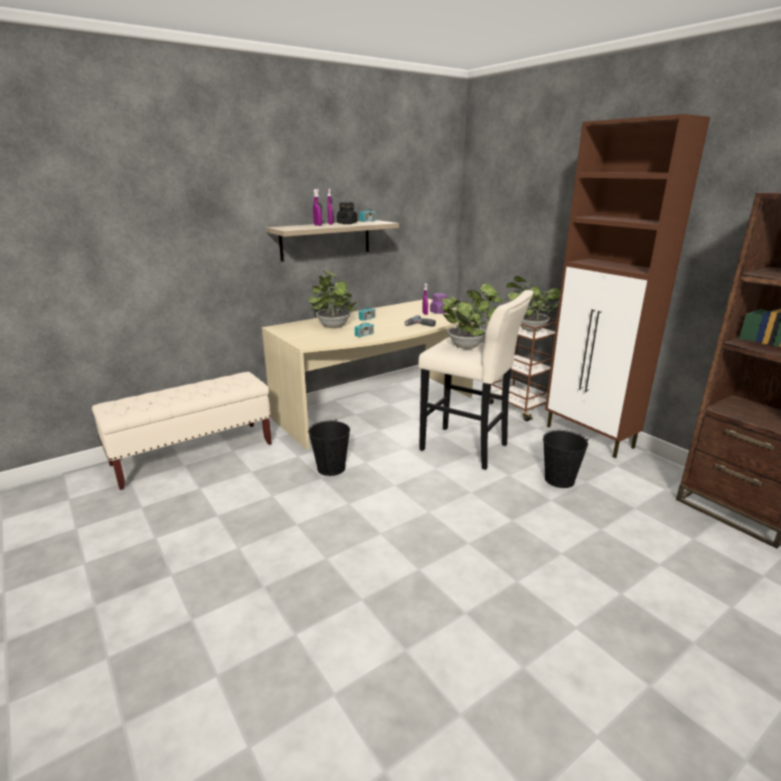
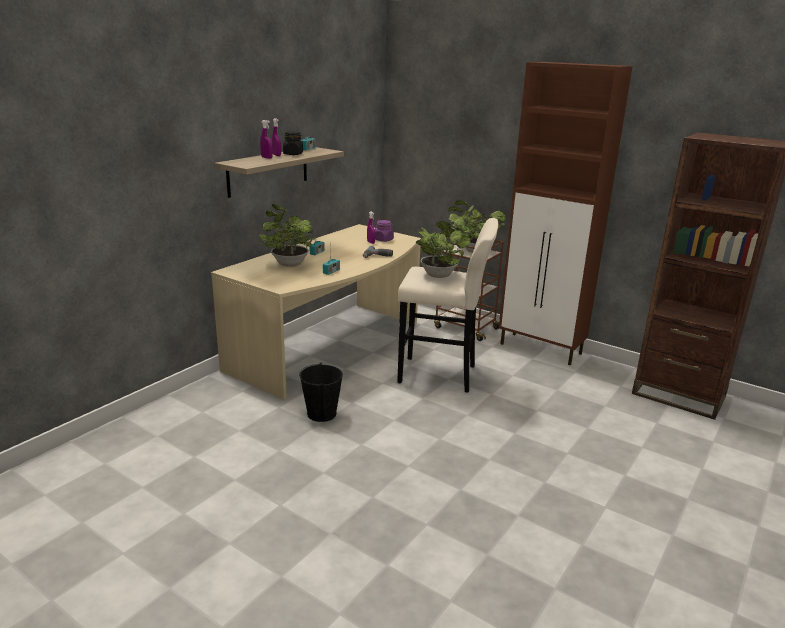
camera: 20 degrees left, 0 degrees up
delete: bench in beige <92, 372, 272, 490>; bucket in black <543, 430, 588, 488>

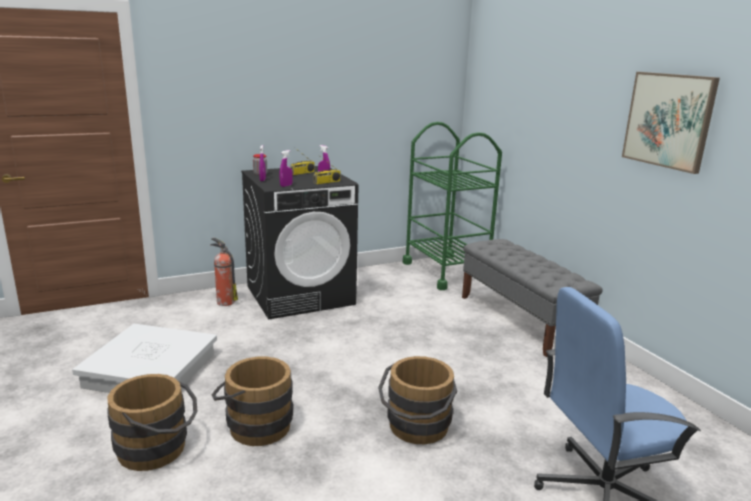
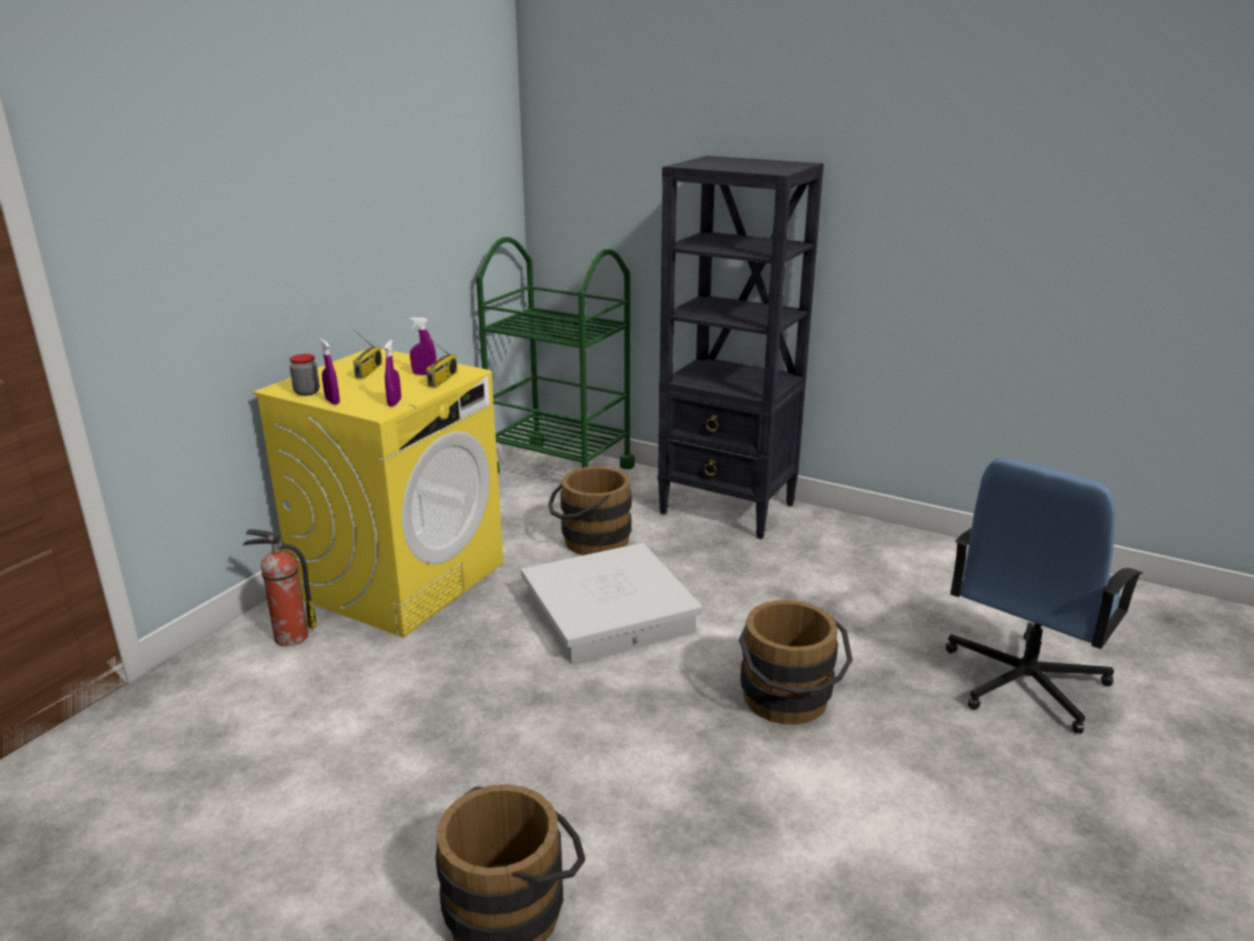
camera: 35 degrees left, 5 degrees up
delete: picture <622, 72, 720, 174>
move: storage box in white <72, 324, 217, 393> to <521, 543, 702, 664>; bucket in brown <212, 357, 293, 446> to <548, 466, 632, 555>
replace: bench in grey <462, 239, 603, 357> to bookcase in black <658, 156, 824, 539>
recolor: washing machine in black <241, 166, 359, 319> to washing machine in yellow <253, 348, 503, 637>

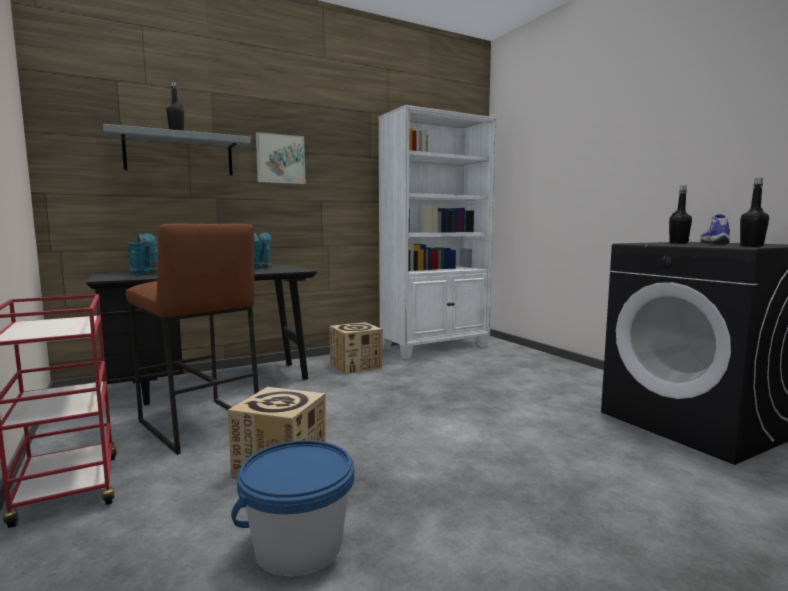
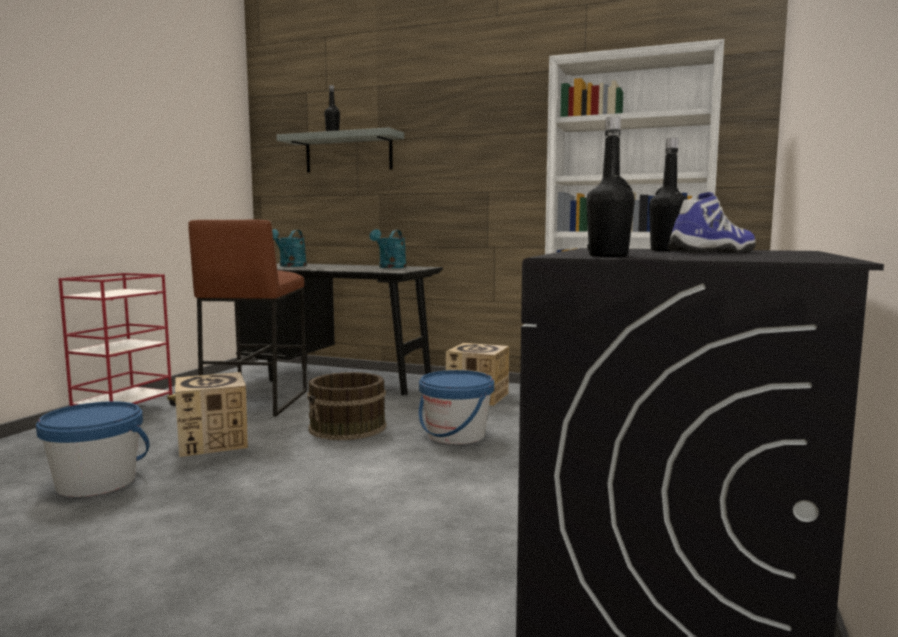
camera: 50 degrees right, 0 degrees up
delete: picture <256, 132, 305, 184>
insert: bucket in brown <307, 372, 386, 440>; bucket in blue <419, 370, 494, 444>

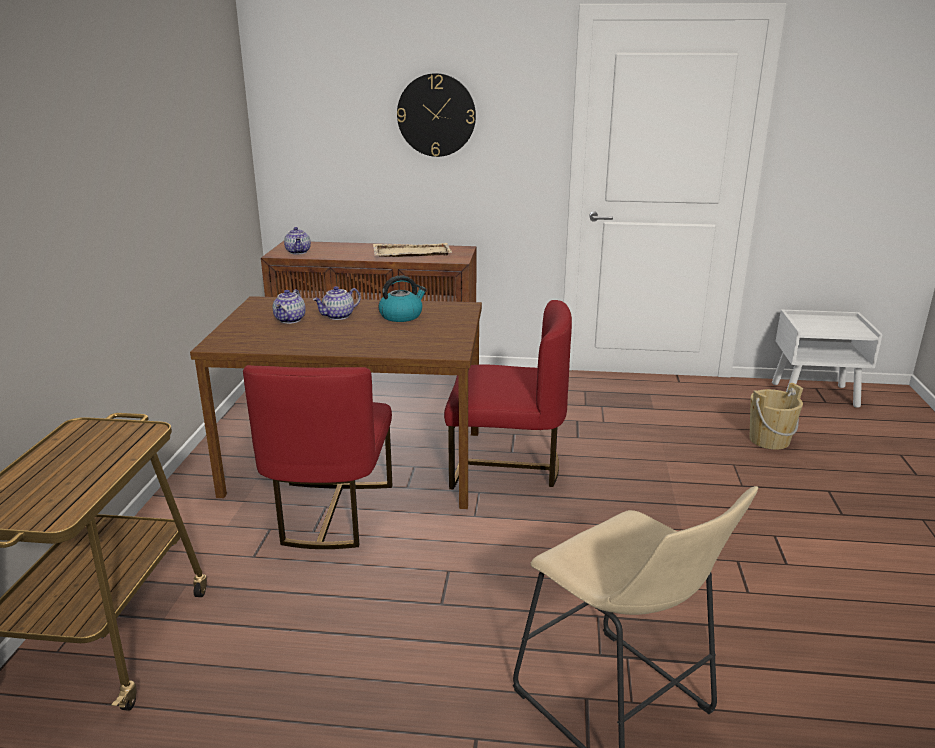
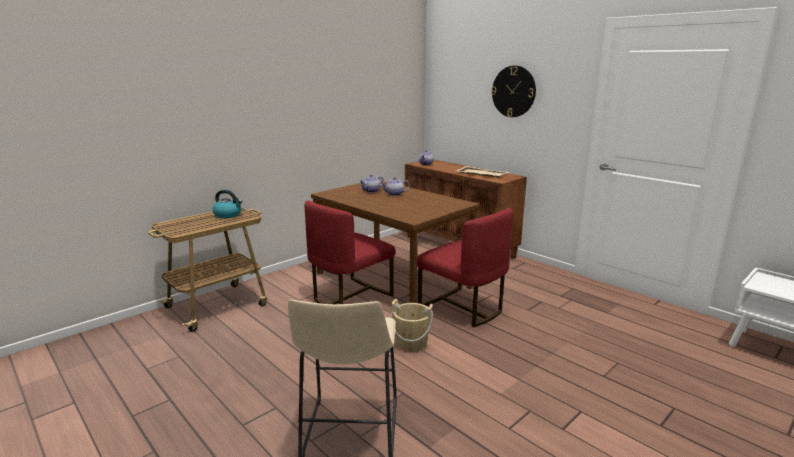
camera: 40 degrees right, 5 degrees down
move: kettle <378, 276, 427, 322> to <212, 190, 242, 218>; bucket in beige <749, 382, 803, 450> to <391, 299, 433, 352>

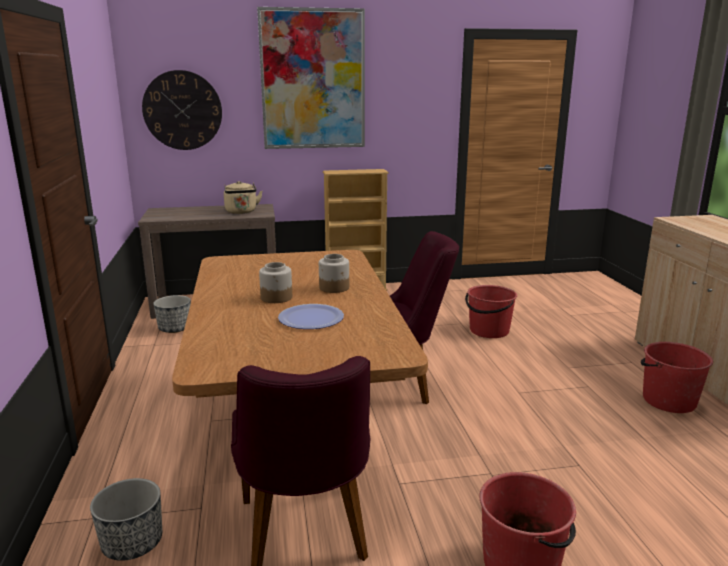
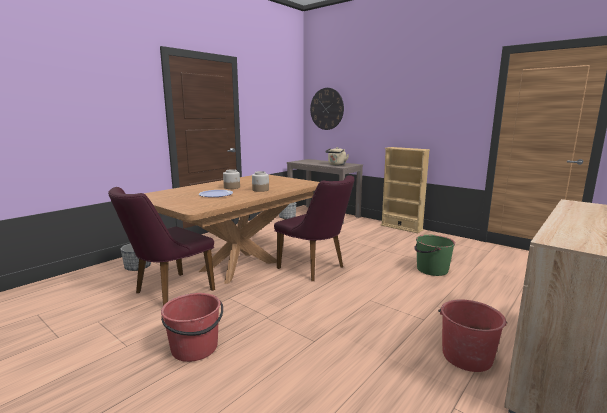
camera: 50 degrees right, 5 degrees down
delete: picture <257, 7, 365, 149>
recolor: bucket in red <465, 285, 517, 338> to bucket in green <414, 235, 455, 276>

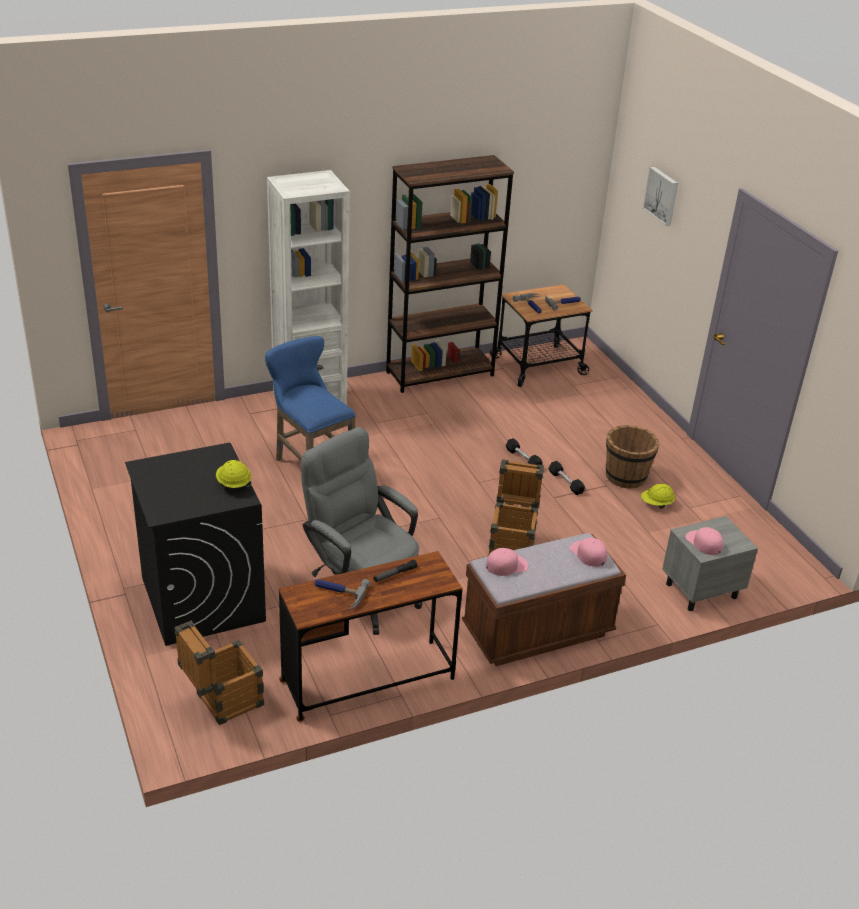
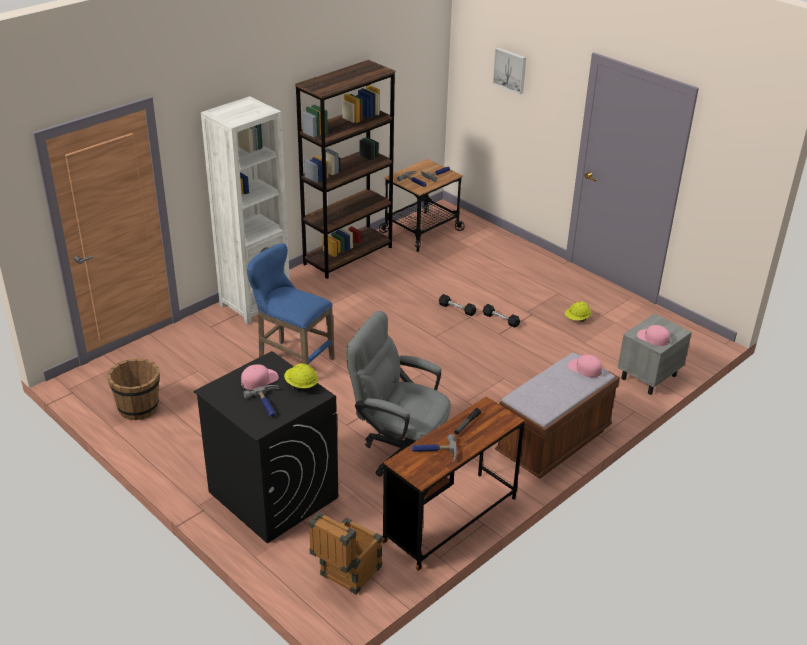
camera: 20 degrees left, 0 degrees up
delete: crate <488, 459, 544, 555>
insert: hammer <244, 385, 279, 417>
move: cap in pink <486, 548, 528, 576> to <241, 364, 279, 390>; bucket in brown <606, 425, 659, 489> to <108, 359, 160, 420>

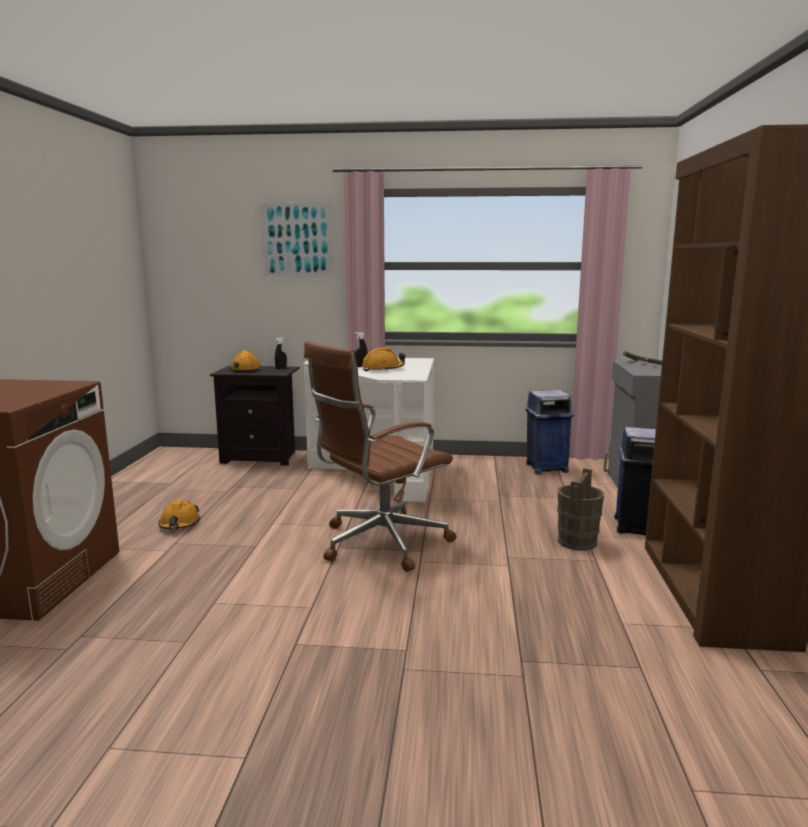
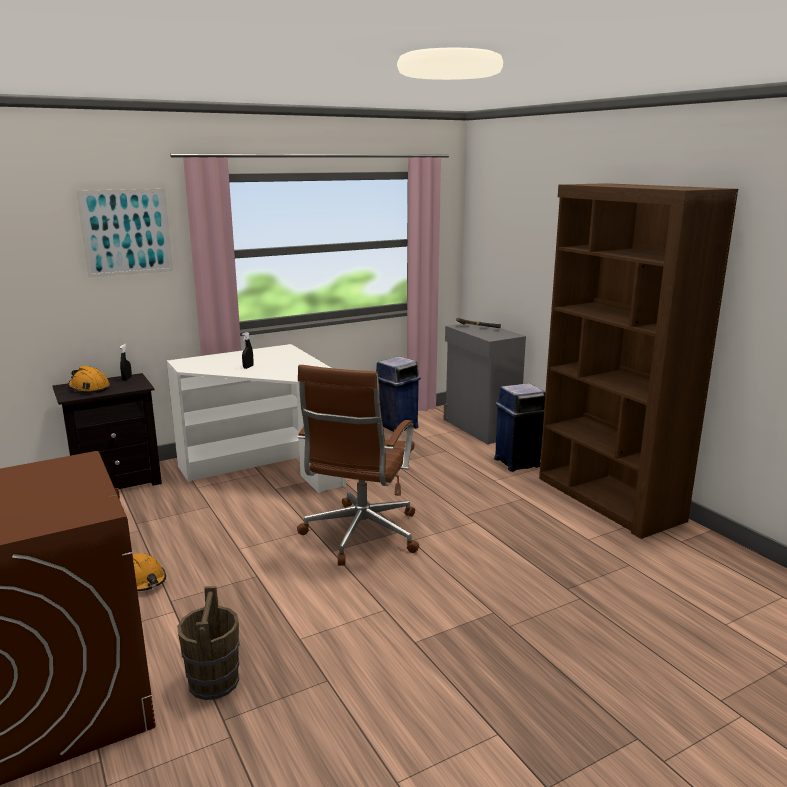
camera: 35 degrees left, 5 degrees up
delete: hard hat in orange <362, 348, 406, 371>
move: bucket in brown <557, 468, 604, 551> to <177, 586, 240, 700>

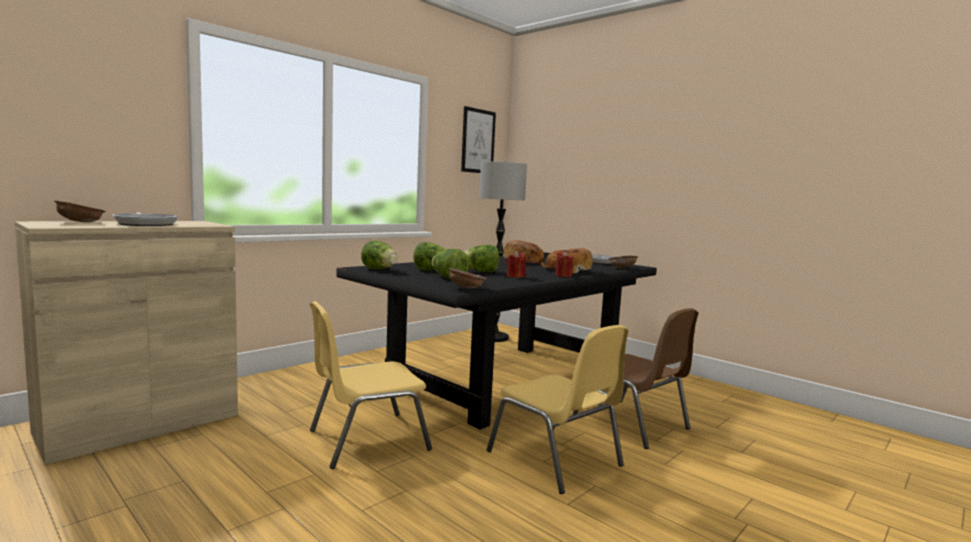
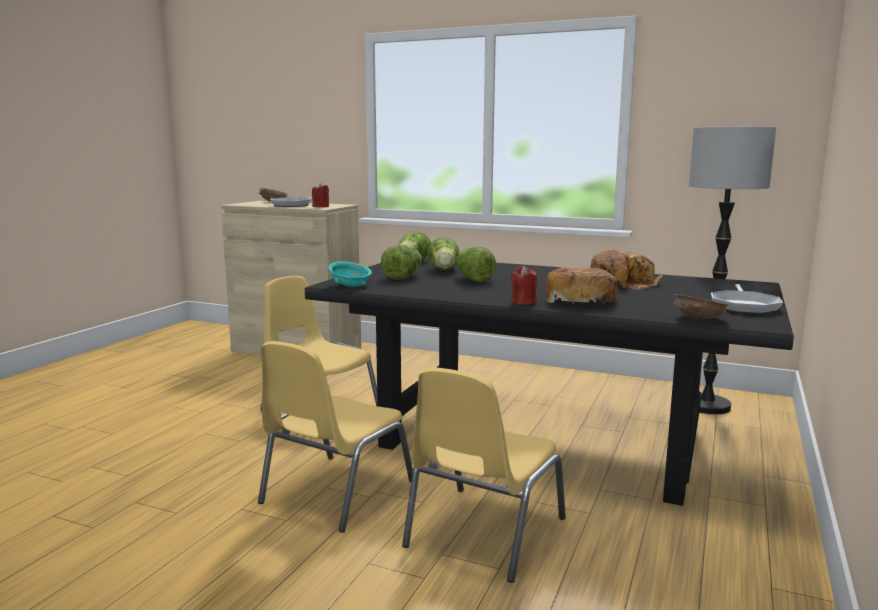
camera: 70 degrees right, 5 degrees up
delete: picture <461, 106, 496, 173>
move: candle in red <506, 251, 526, 278> to <312, 183, 329, 207>
recolor: bowl in brown <448, 268, 487, 289> to bowl in turquoise <328, 261, 372, 287>; chair in brown <573, 308, 699, 449> to chair in yellow <402, 368, 566, 583>

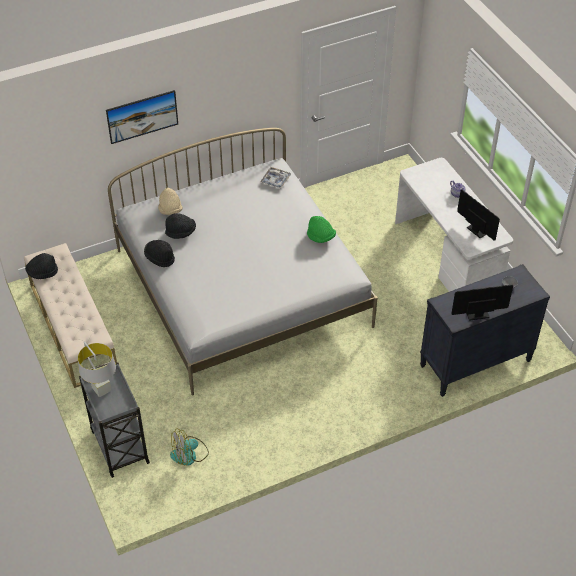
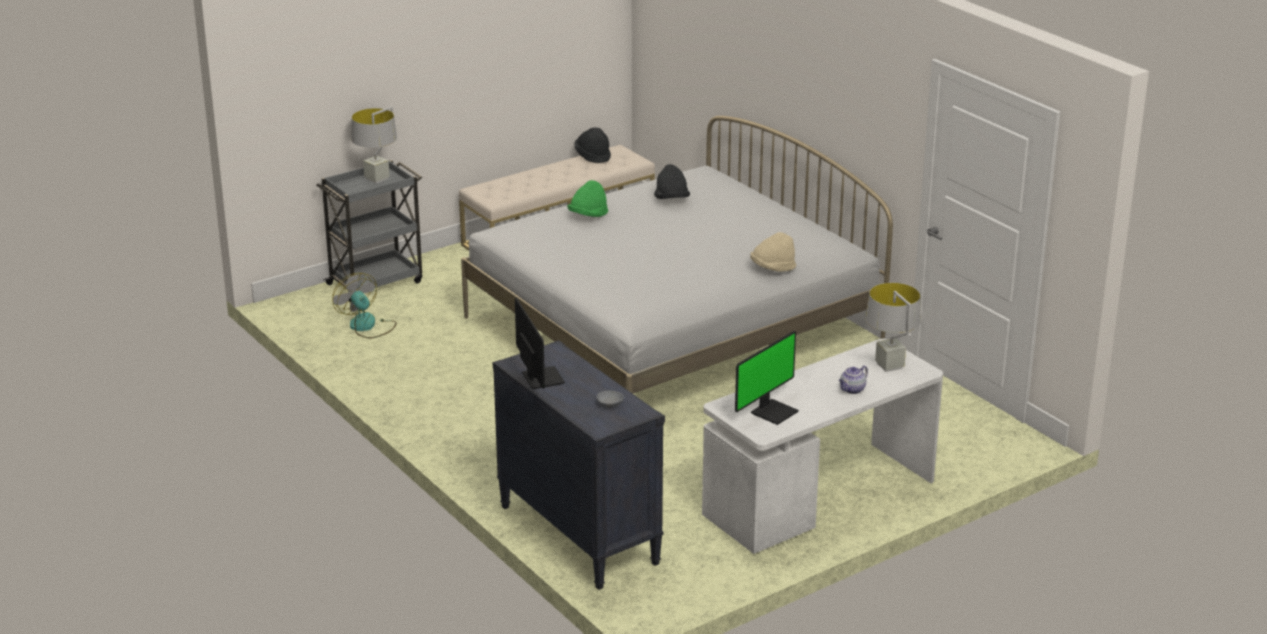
camera: 80 degrees right, 20 degrees down
delete: picture <106, 90, 178, 144>; hat in black <144, 240, 175, 267>; tray <260, 167, 291, 188>
insert: table lamp in grey <866, 283, 920, 372>
move: hat in beige <158, 188, 183, 215> to <750, 232, 796, 272>; hat in green <307, 216, 336, 243> to <567, 180, 608, 217>

